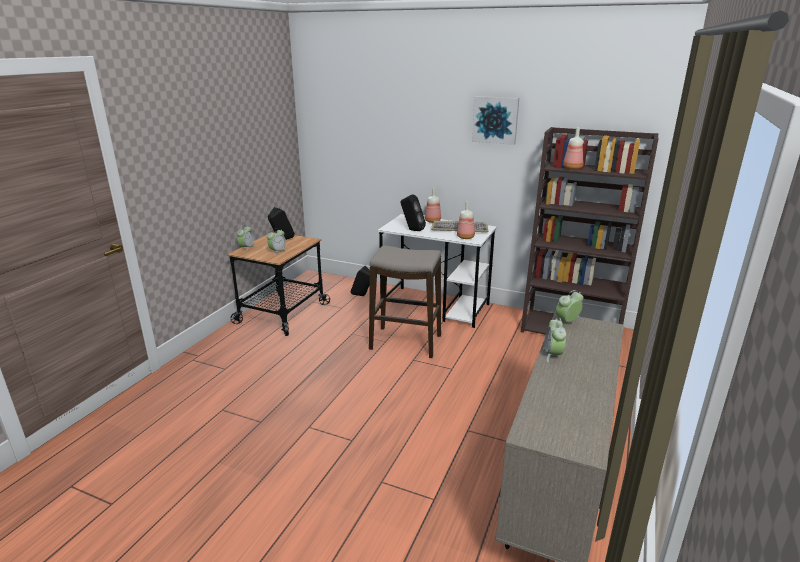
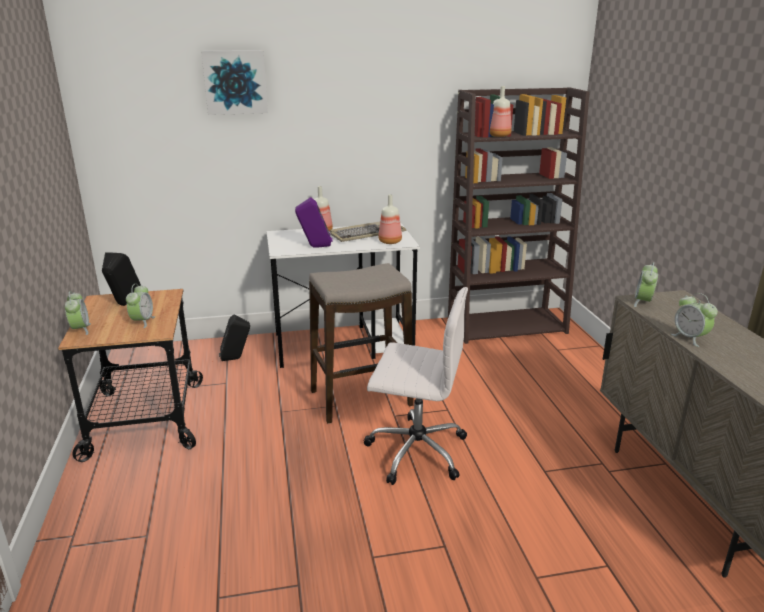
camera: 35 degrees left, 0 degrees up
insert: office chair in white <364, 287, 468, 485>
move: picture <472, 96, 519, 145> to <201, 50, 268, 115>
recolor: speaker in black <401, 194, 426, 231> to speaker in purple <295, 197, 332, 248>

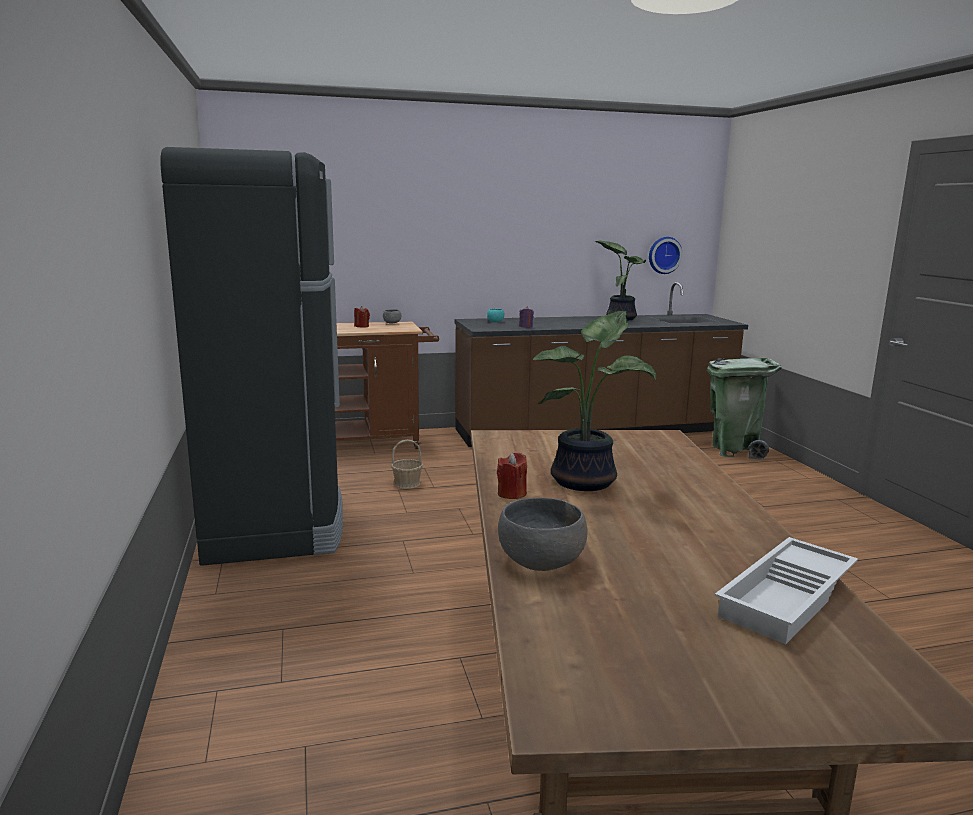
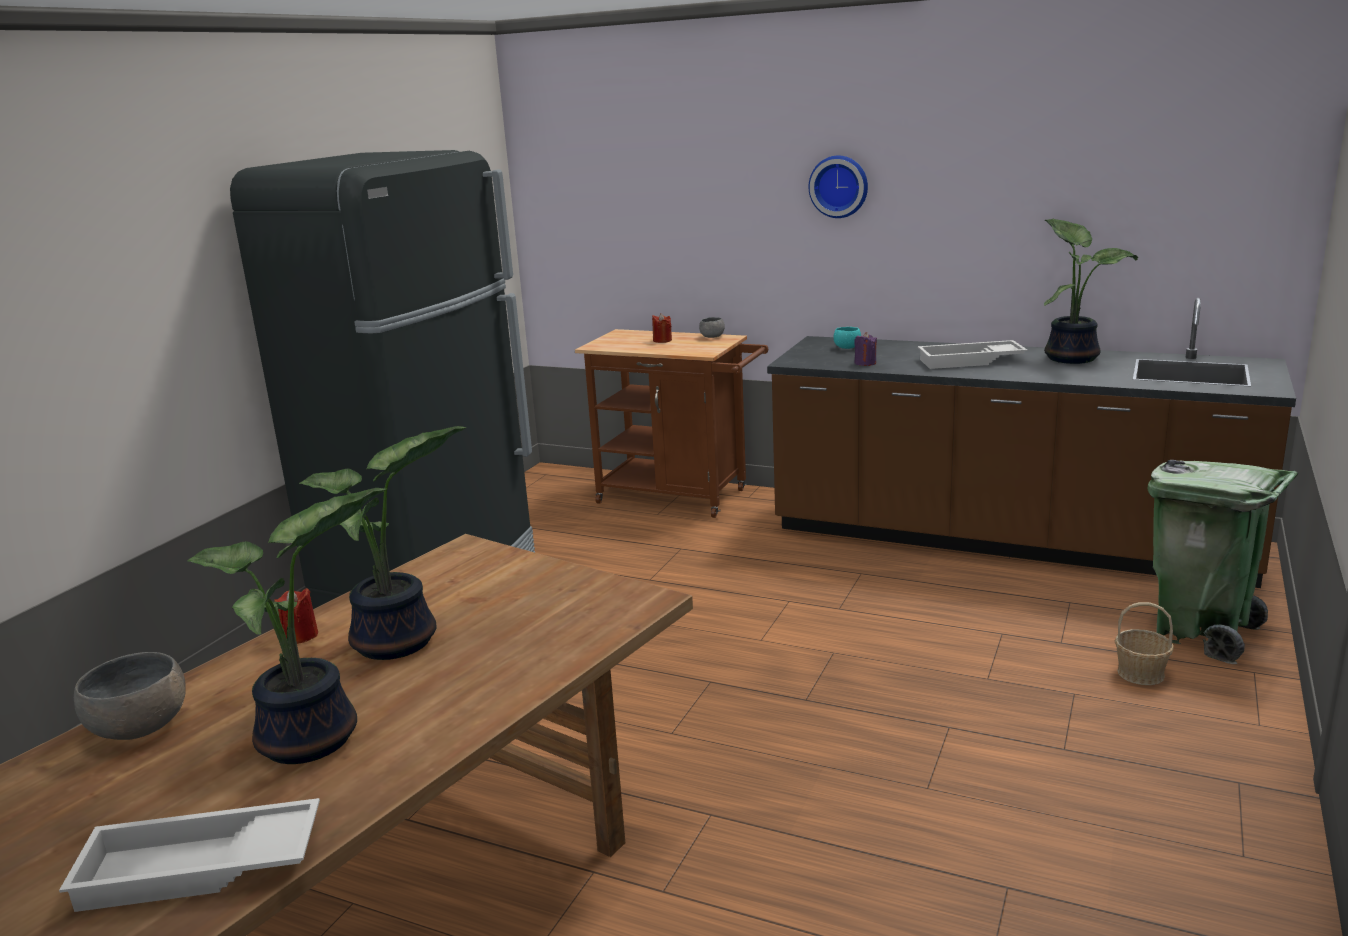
camera: 40 degrees right, 5 degrees up
insert: potted plant <187, 488, 387, 764>; tray in white <918, 340, 1027, 369>
move: basket <391, 440, 423, 489> to <1114, 602, 1174, 685>; wall clock <649, 237, 683, 274> to <809, 155, 868, 218>

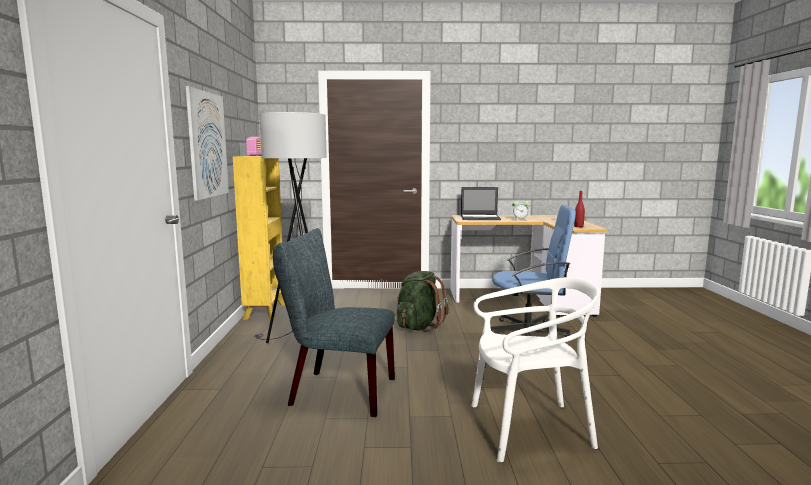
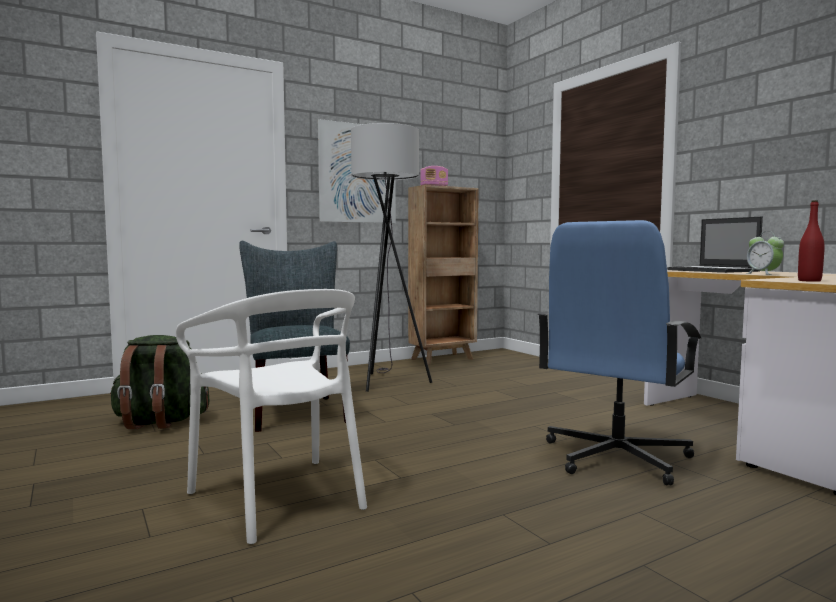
camera: 60 degrees right, 5 degrees down
move: backpack in green <397, 271, 449, 332> to <110, 335, 209, 429>
recolor: bookcase in yellow <233, 156, 285, 320> to bookcase in brown <408, 185, 479, 365>
rotate: office chair in blue <490, 204, 576, 337> = <537, 220, 701, 486> 60 degrees clockwise

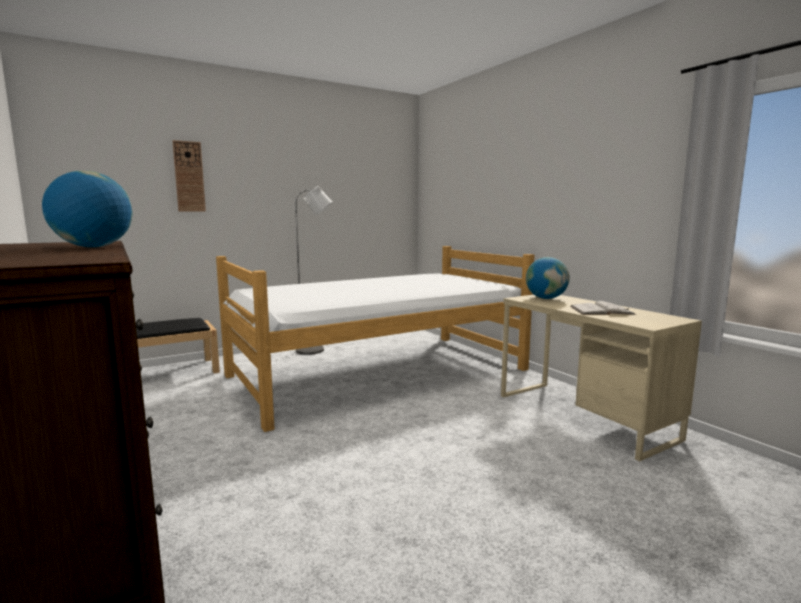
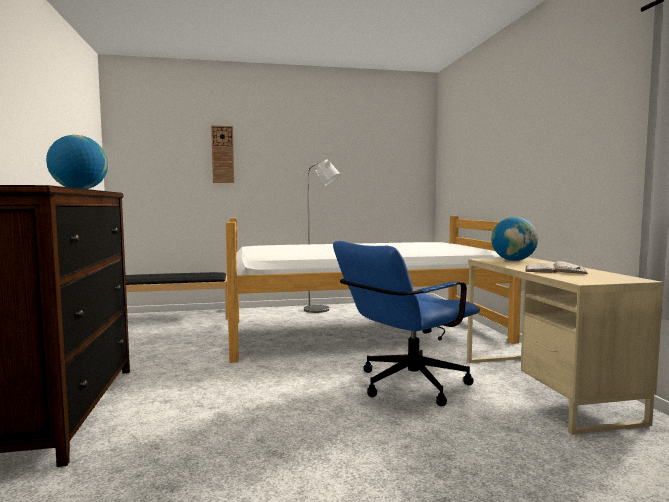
camera: 20 degrees right, 5 degrees down
insert: office chair in blue <333, 241, 480, 406>

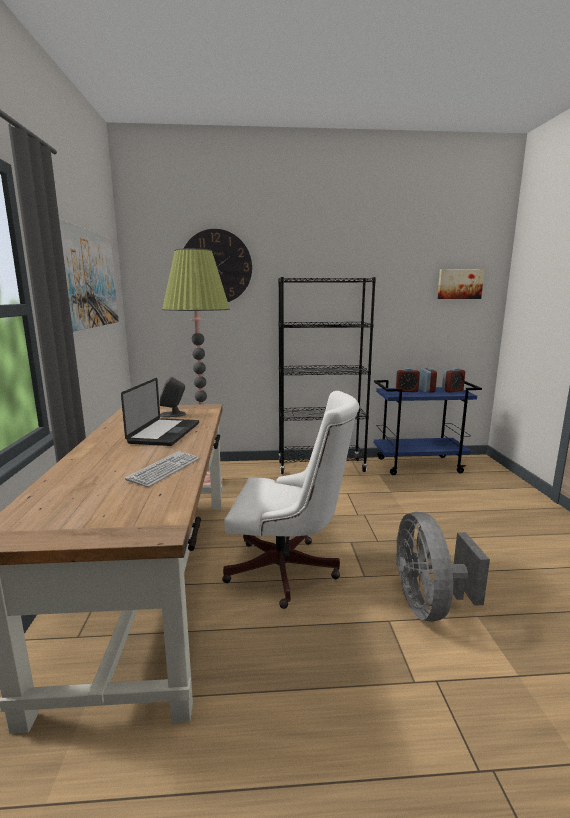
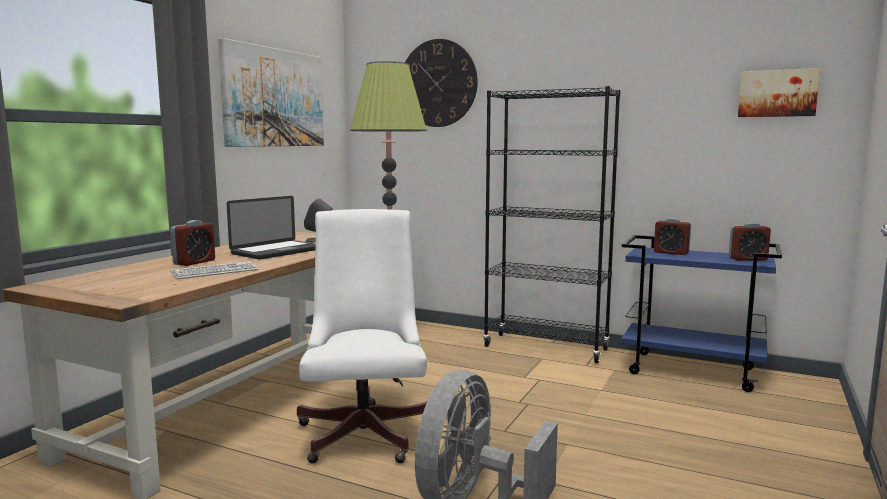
camera: 30 degrees right, 5 degrees down
move: alarm clock <419, 367, 437, 393> to <170, 220, 215, 266>
rotate: office chair in white <222, 391, 359, 609> = <297, 209, 427, 464> 135 degrees counterclockwise

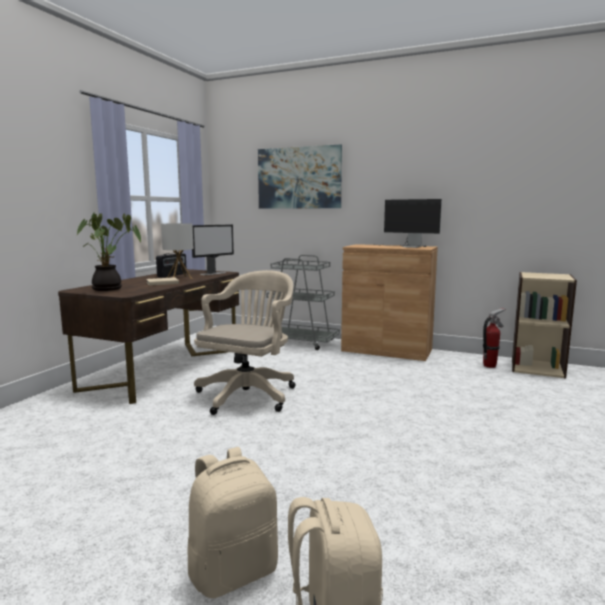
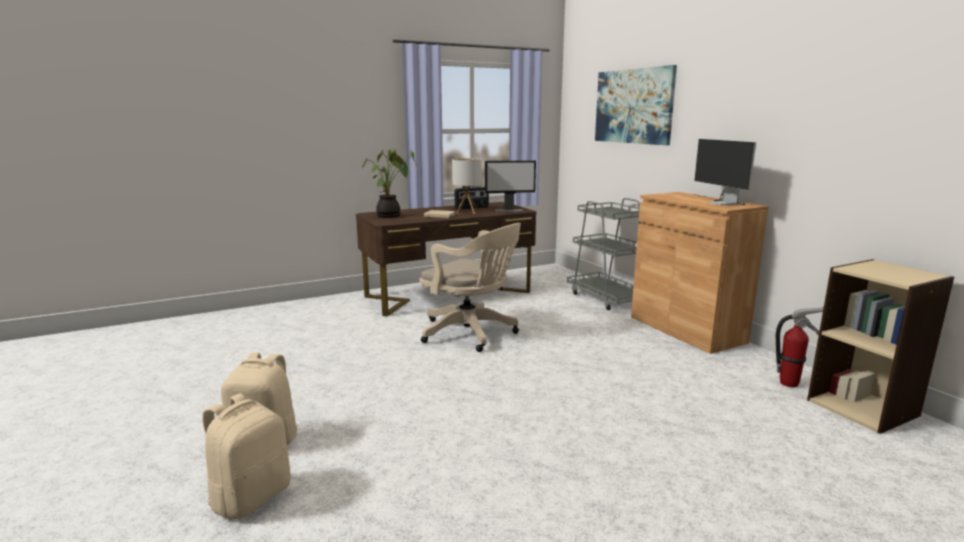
camera: 40 degrees right, 5 degrees up
rotate: office chair in beige <194, 270, 296, 415> = <420, 223, 521, 352> 60 degrees clockwise

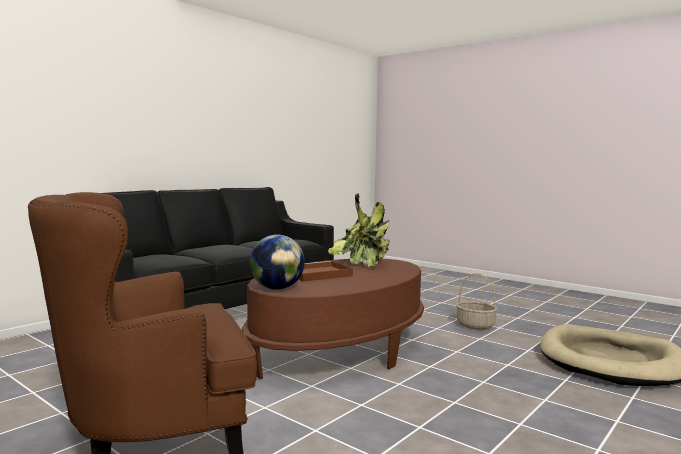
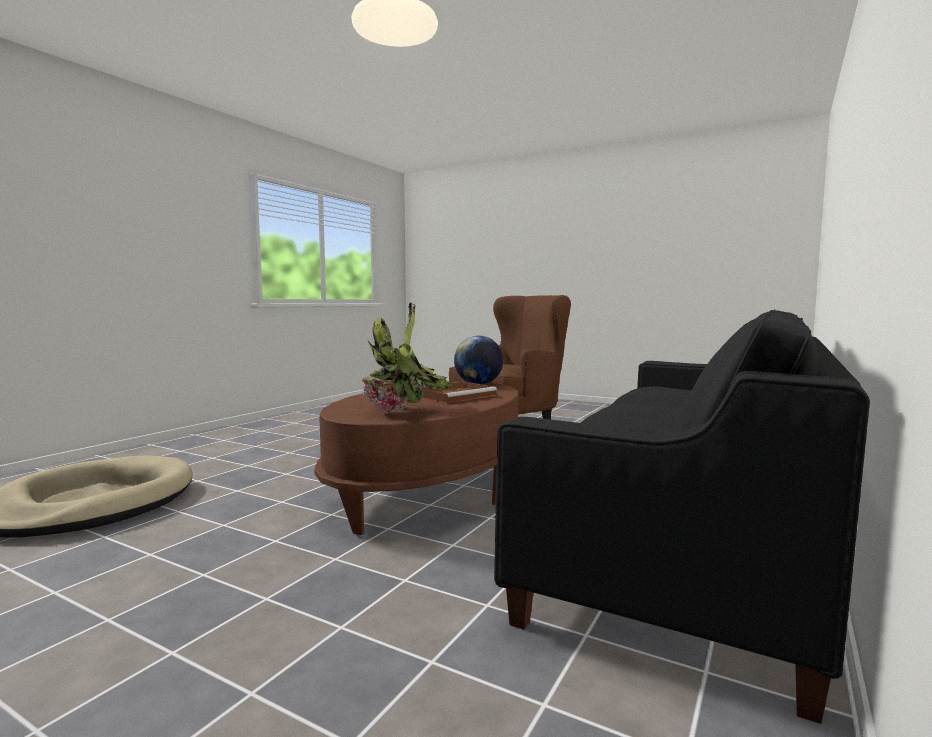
camera: 170 degrees right, 0 degrees up
delete: basket <456, 273, 497, 330>

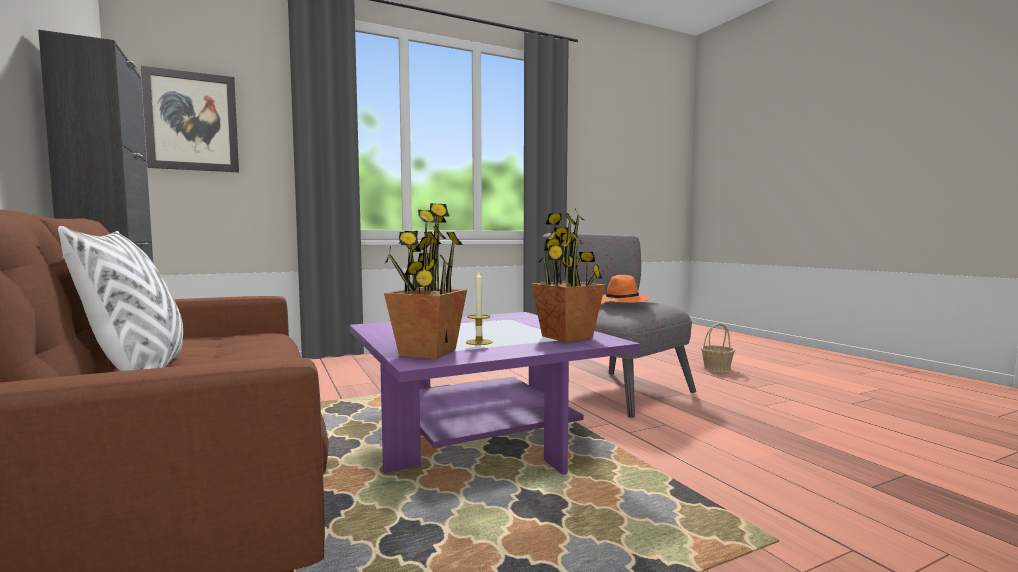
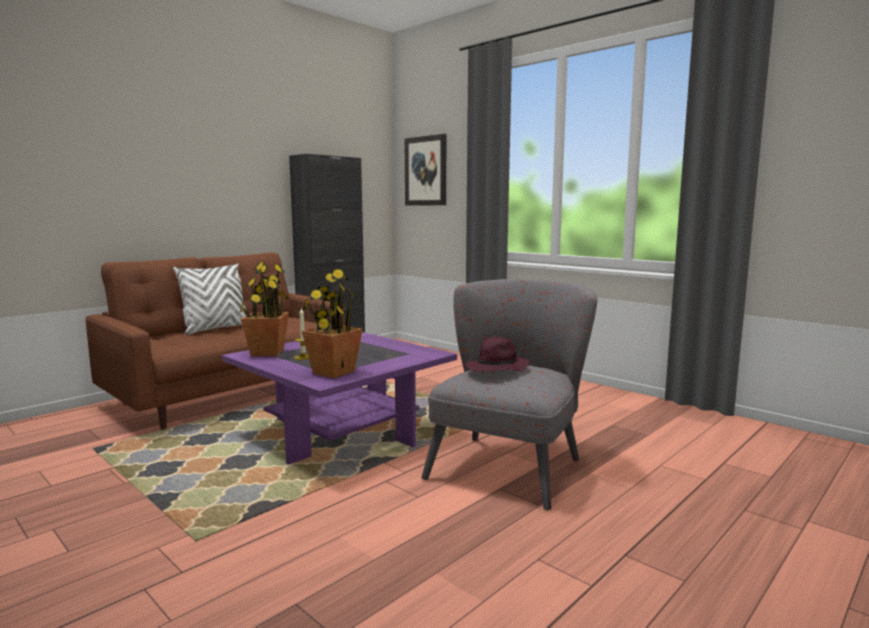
camera: 70 degrees right, 5 degrees up
delete: basket <701, 323, 735, 373>
recolor: hat in orange <601, 275, 651, 304> to hat in purple <465, 337, 530, 372>

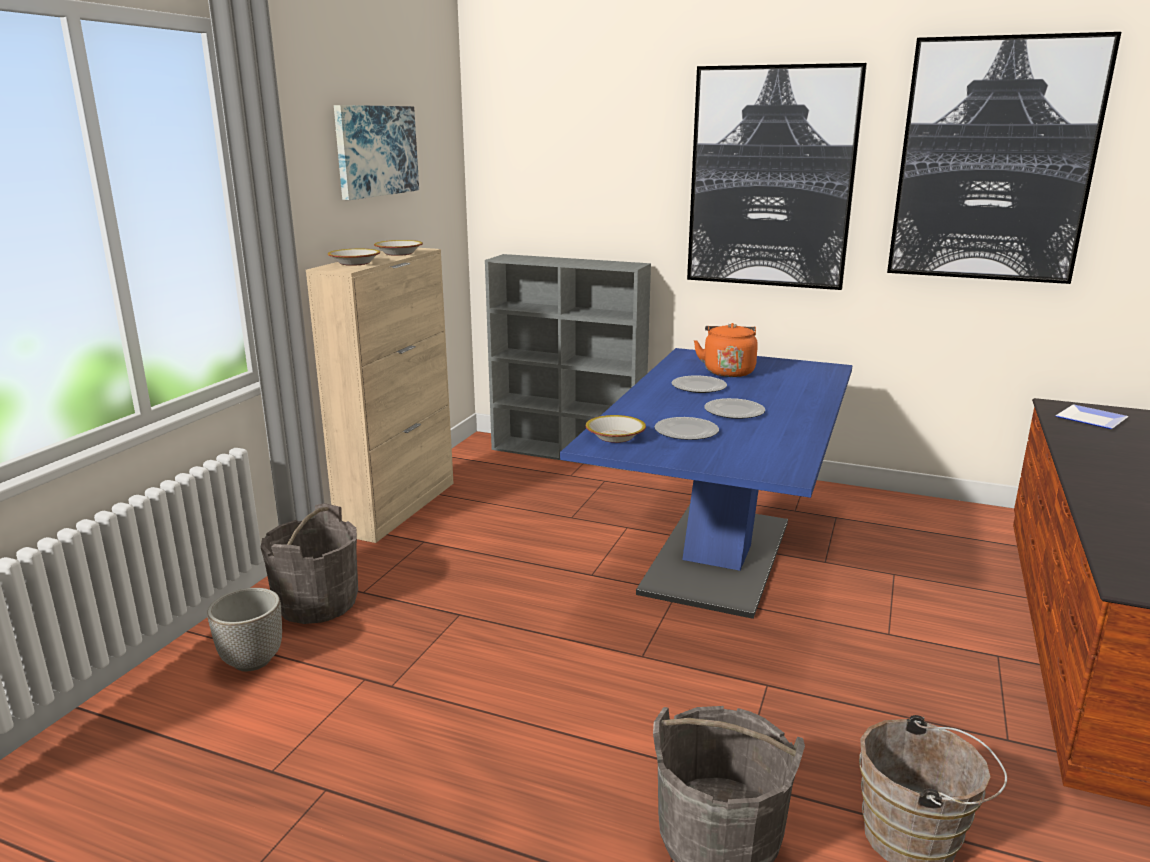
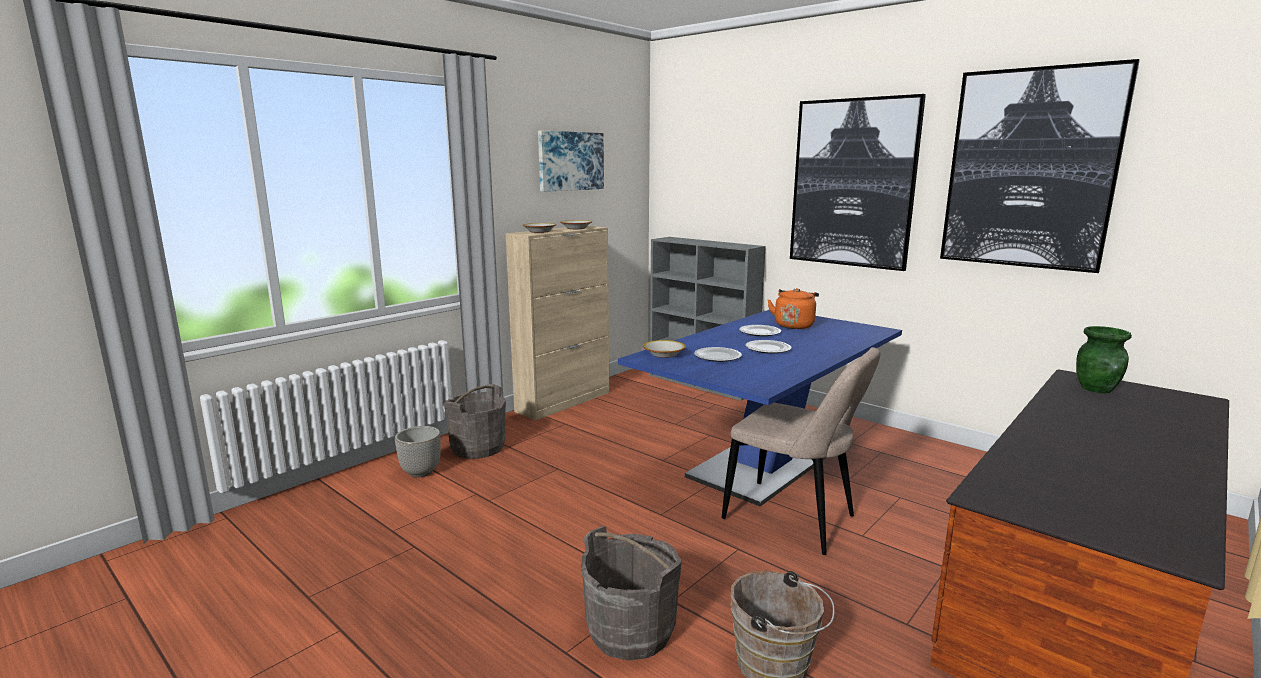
camera: 20 degrees right, 5 degrees down
insert: chair in beige <722, 347, 881, 555>
replace: plate <1055, 405, 1129, 429> to vase in green <1076, 326, 1132, 393>

